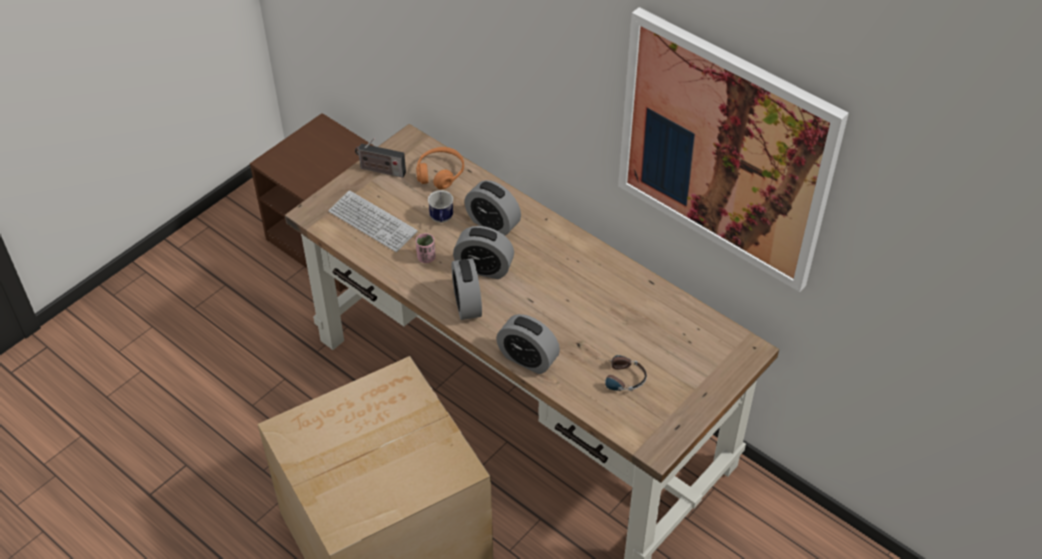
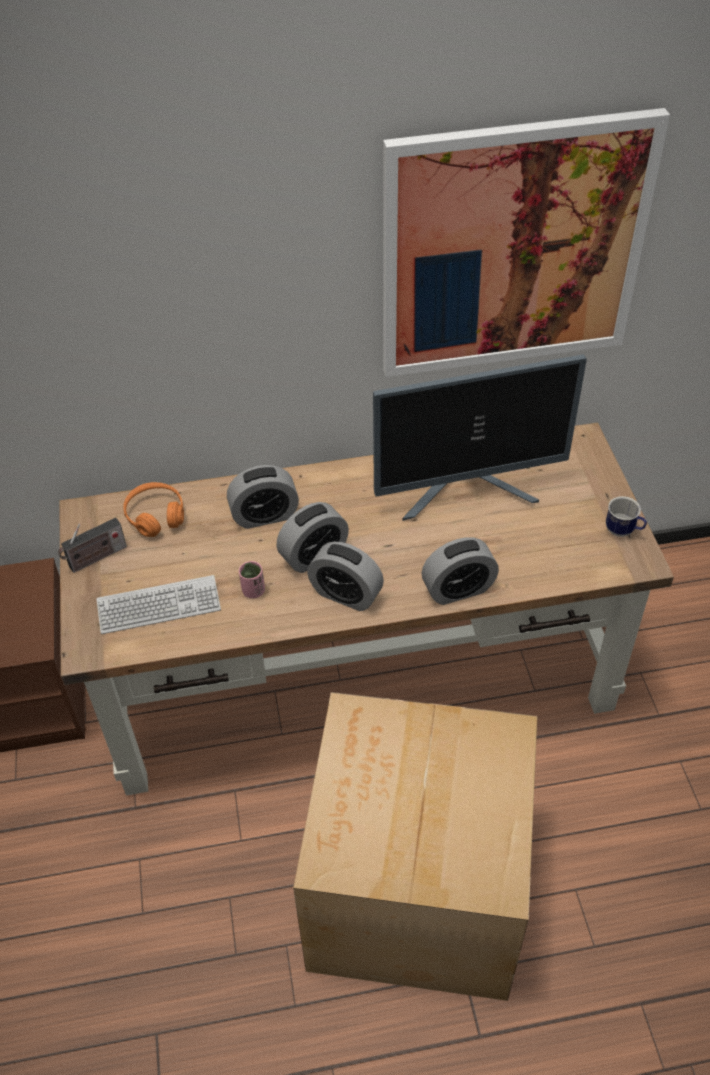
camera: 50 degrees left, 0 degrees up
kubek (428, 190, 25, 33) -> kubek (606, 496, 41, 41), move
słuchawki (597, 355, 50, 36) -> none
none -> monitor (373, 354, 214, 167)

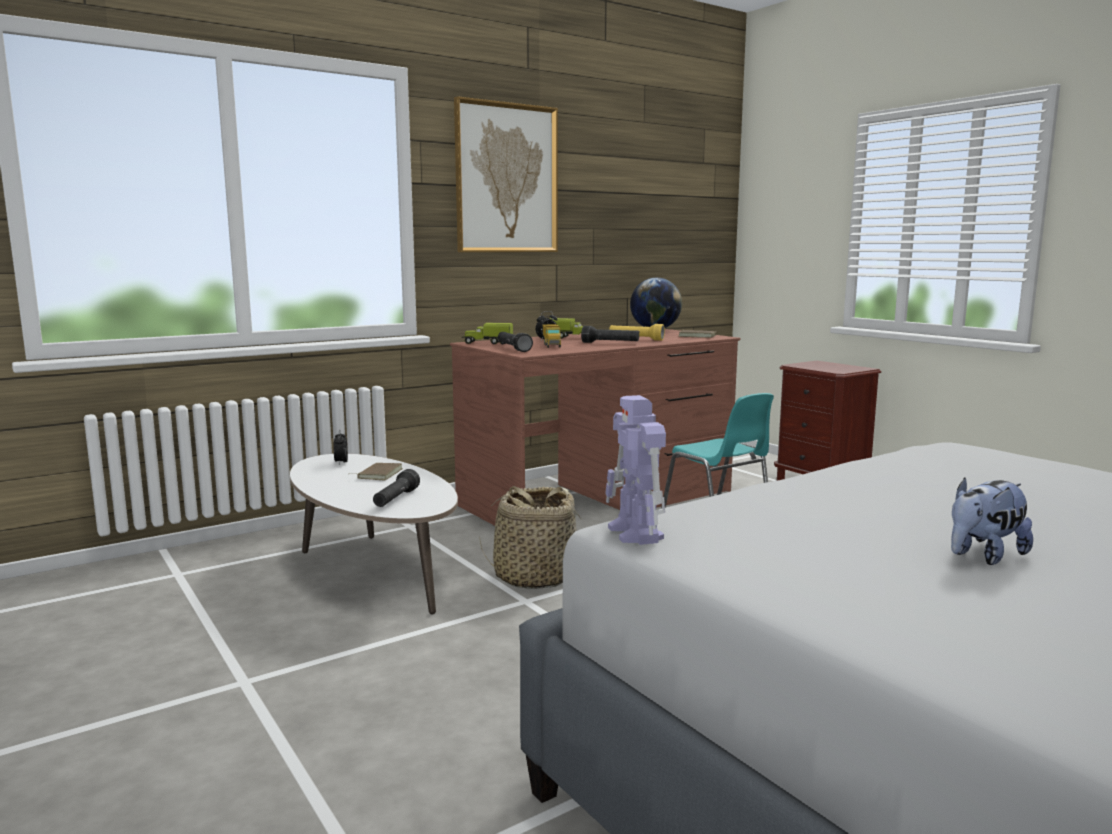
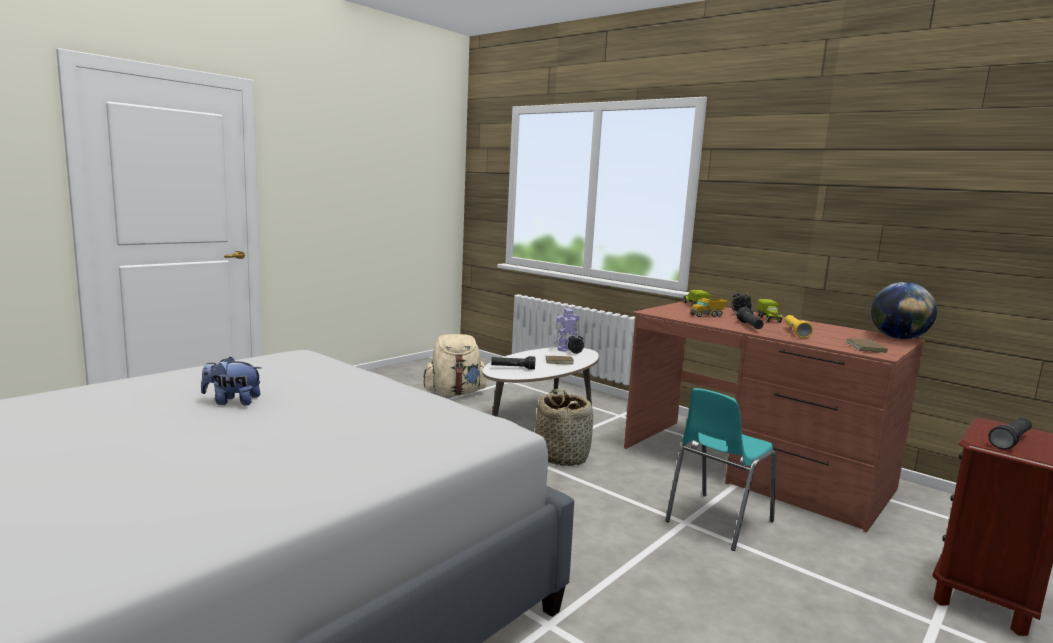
camera: 75 degrees right, 0 degrees up
obraz (454, 96, 104, 156) -> none
latarka [czarny] (498, 332, 35, 20) -> latarka [czarny] (988, 418, 44, 32), move
robot zabawkowy (605, 395, 61, 150) -> robot zabawkowy (552, 308, 27, 44), move
pluszak (951, 477, 82, 88) -> pluszak (201, 356, 60, 50), 45 degrees counterclockwise
none -> plecak [beżowy] (423, 334, 64, 62)

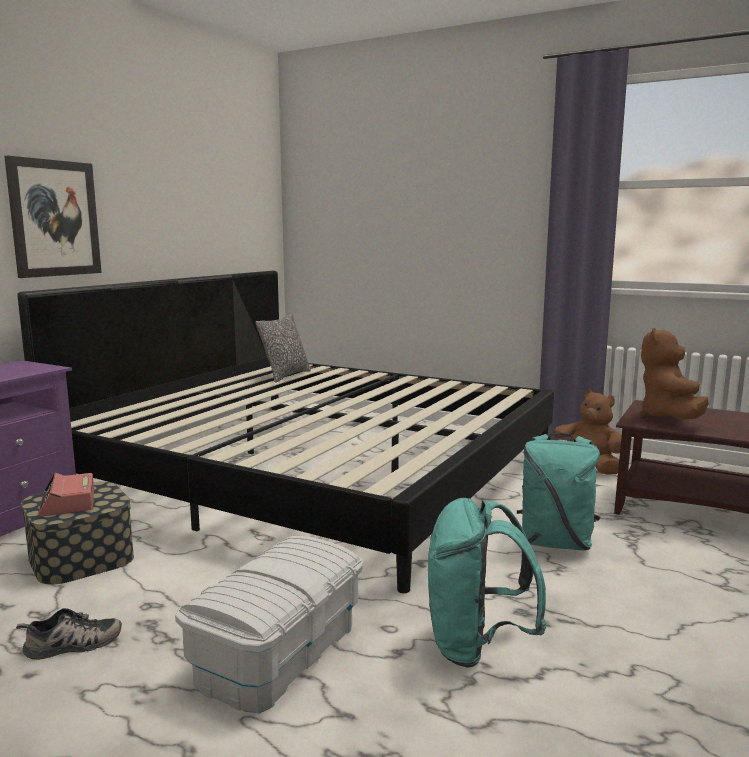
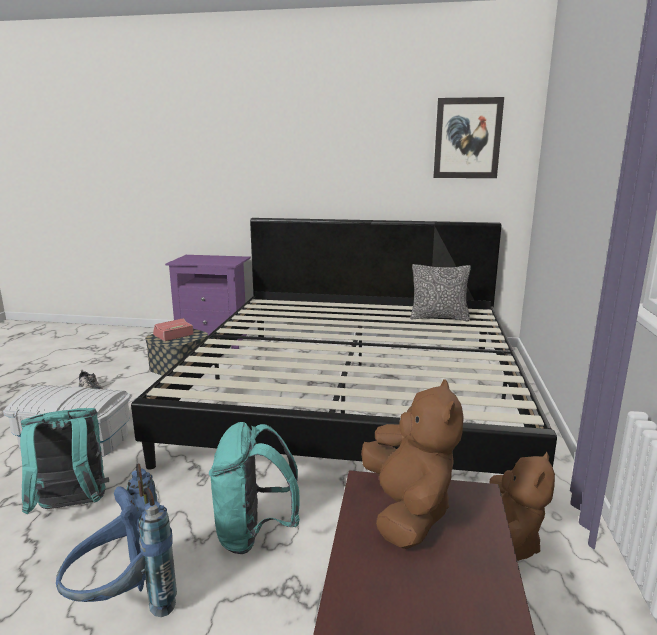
camera: 70 degrees right, 5 degrees up
obraz (4, 156, 98, 122) -> obraz (433, 97, 71, 81), move
pluszak [brązowy] (640, 328, 69, 91) -> pluszak [brązowy] (361, 379, 103, 170), 90 degrees clockwise
none -> plecak [niebieski] (56, 464, 121, 153)

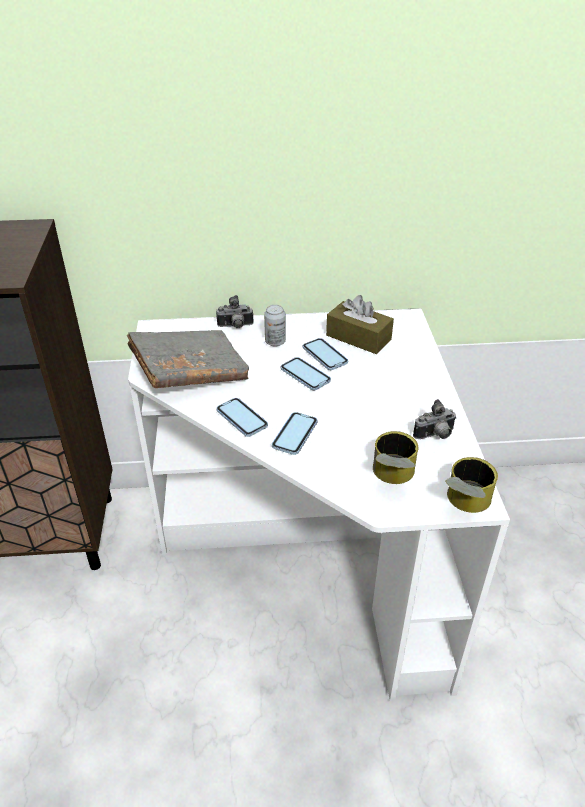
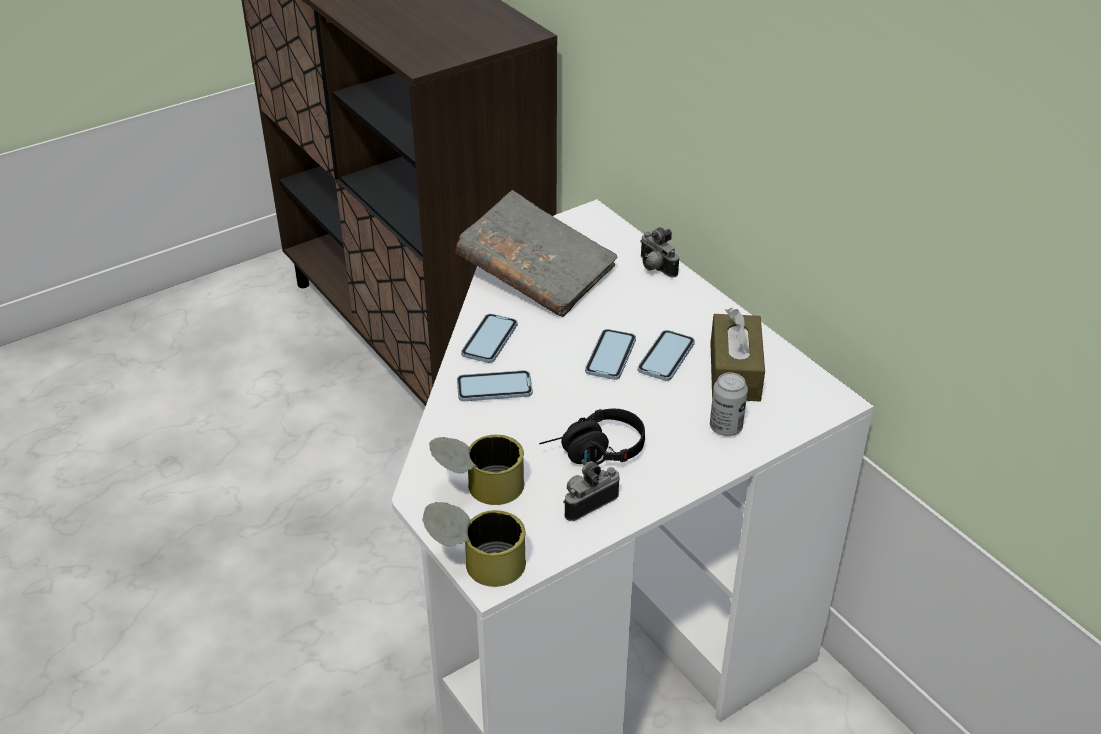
camera: 60 degrees right, 0 degrees up
puszka (264, 305, 22, 41) -> puszka (710, 372, 38, 64), move
aparat fotograficzny (413, 399, 44, 40) -> aparat fotograficzny (563, 459, 56, 62), 105 degrees clockwise
none -> słuchawki [czarny] (539, 408, 106, 57)

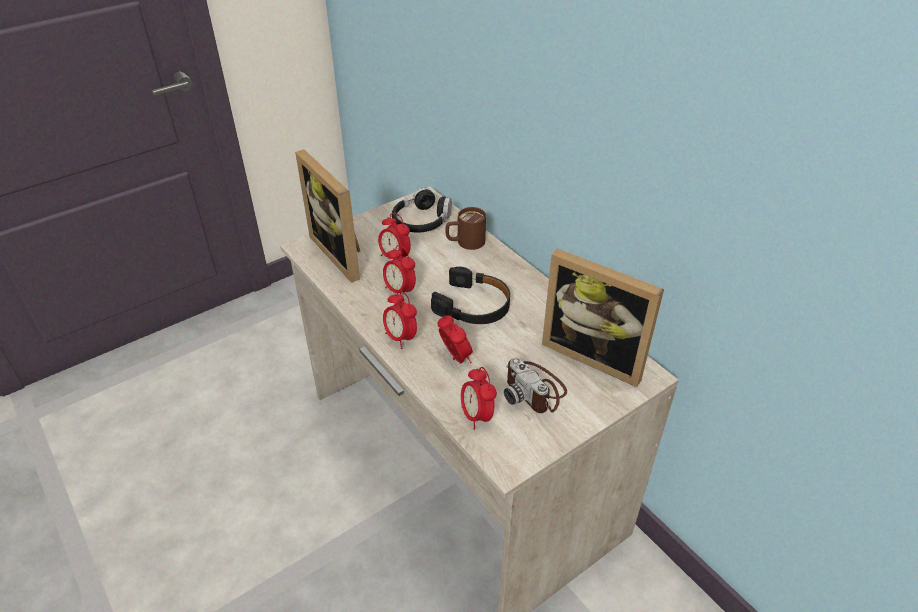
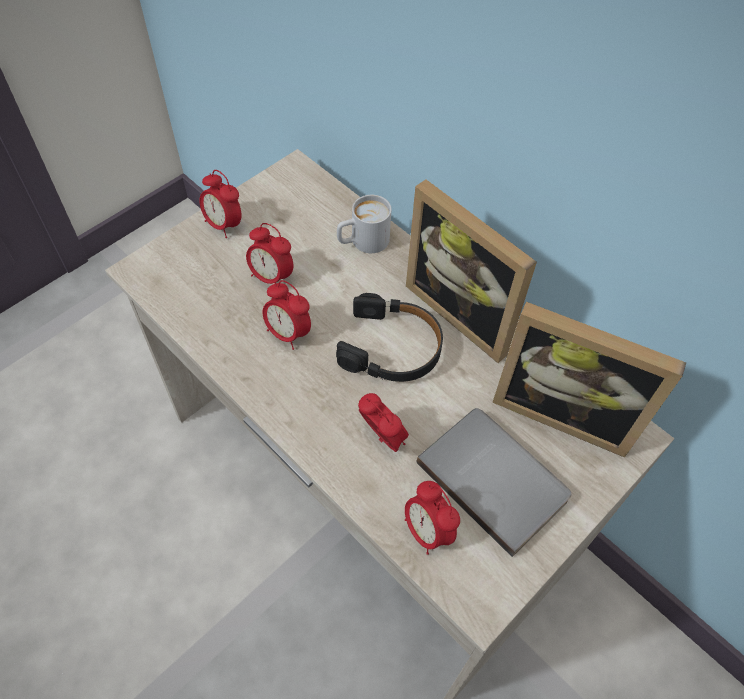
camera: 10 degrees left, 15 degrees up
ramka na zdjęcie (295, 149, 65, 134) -> ramka na zdjęcie (406, 179, 131, 184), move
słuchawki [czarny] (392, 187, 60, 46) -> none
kubek [brązowy] (445, 207, 41, 43) -> kubek [biały] (337, 195, 54, 58)
budzik (383, 290, 34, 59) -> budzik (199, 170, 42, 68), move
aparat fotograficzny (504, 358, 63, 55) -> książka [szary] (417, 408, 154, 149)

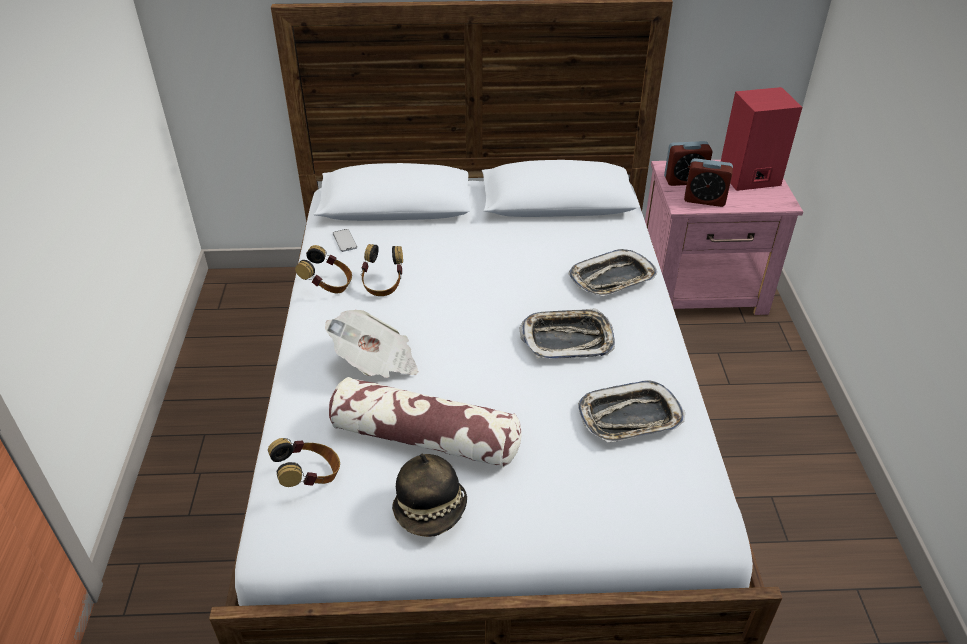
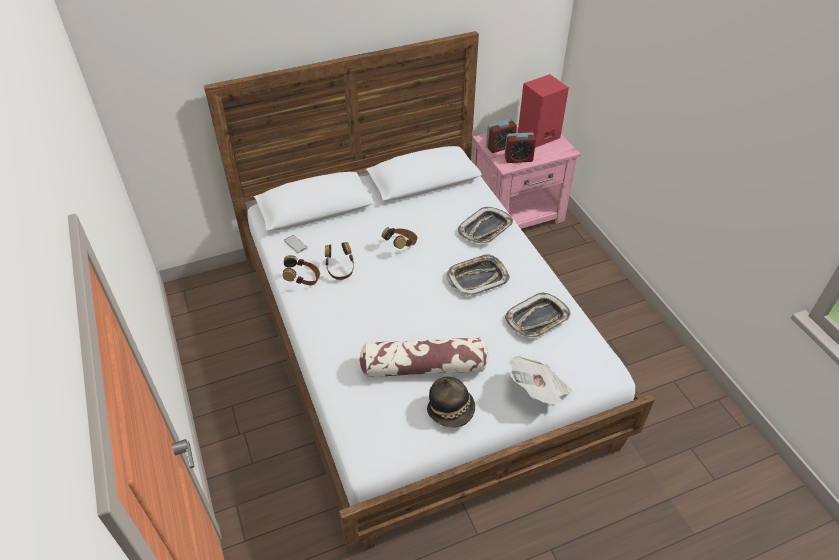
camera: 20 degrees left, 5 degrees up
gazeta (325, 310, 94, 68) -> gazeta (509, 356, 63, 50), move
słuchawki (268, 438, 72, 49) -> słuchawki (382, 227, 36, 22), move

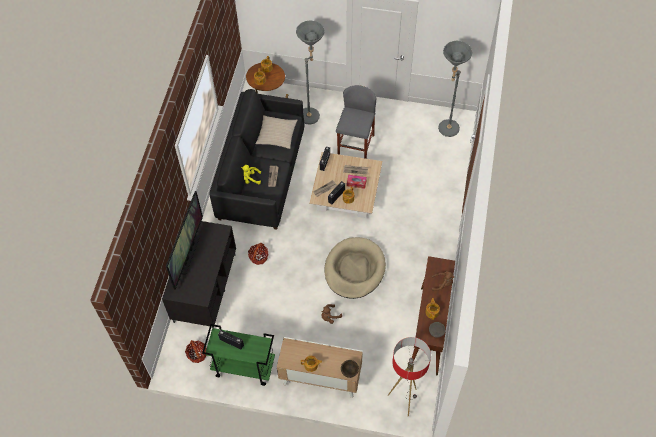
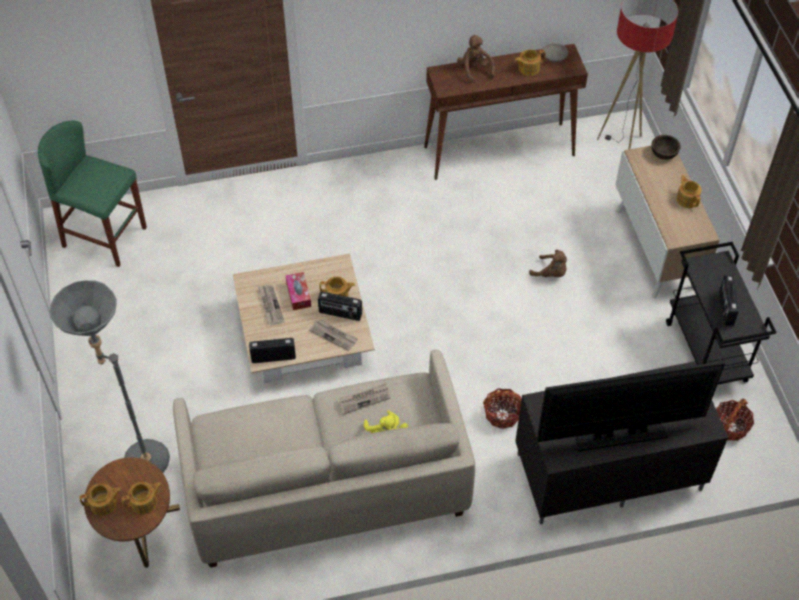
camera: 115 degrees left, 5 degrees down
lampa stojąca [szary] (438, 41, 34, 96) -> stołek [zielony] (38, 121, 109, 146)
stołek [szary] (336, 85, 40, 74) -> none
kanapa [czarny] (210, 89, 94, 141) -> kanapa [beżowy] (173, 350, 302, 218)
poduszka [beżowy] (256, 115, 42, 34) -> none
legowisko [beżowy] (324, 237, 62, 62) -> none
wózek [zielony] (202, 324, 73, 62) -> wózek [czarny] (666, 242, 111, 143)

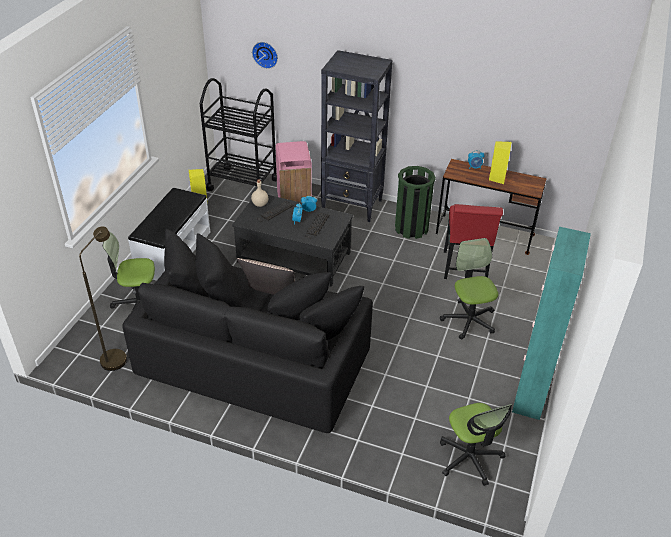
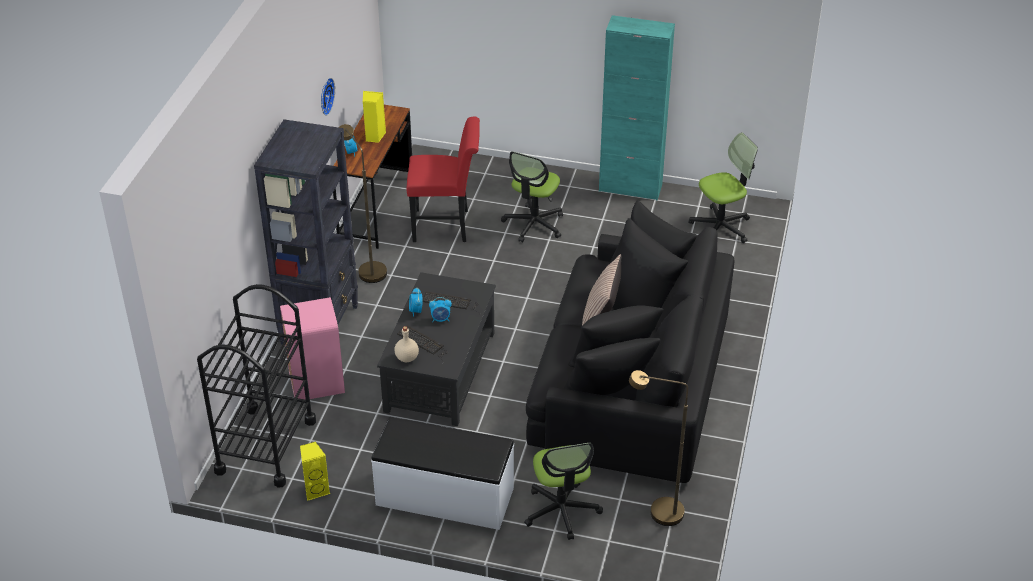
camera: 95 degrees left, 0 degrees up
zegar ścienny (252, 42, 26, 27) -> zegar ścienny (321, 78, 14, 38), move
kosz na śmieci [zielony] (395, 166, 41, 73) -> lampa stojąca [brązowy] (339, 124, 48, 159)
krzesło biurowe (440, 238, 58, 101) -> krzesło biurowe (501, 151, 62, 91), 45 degrees counterclockwise

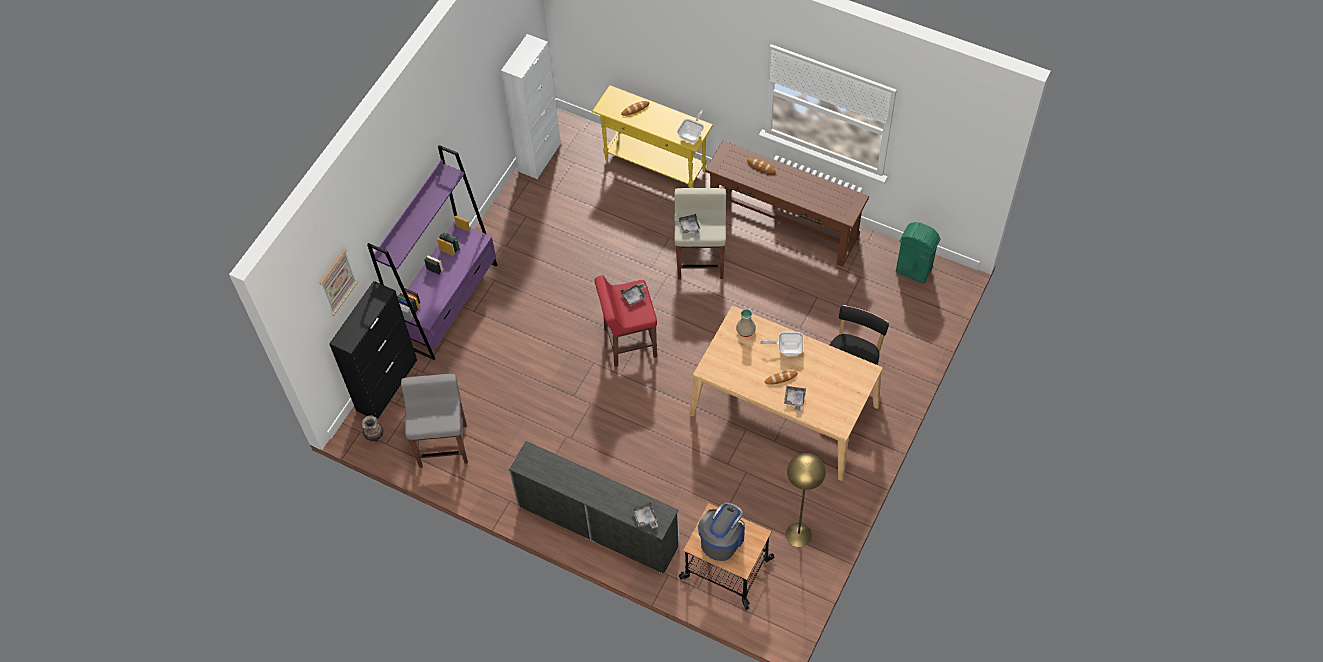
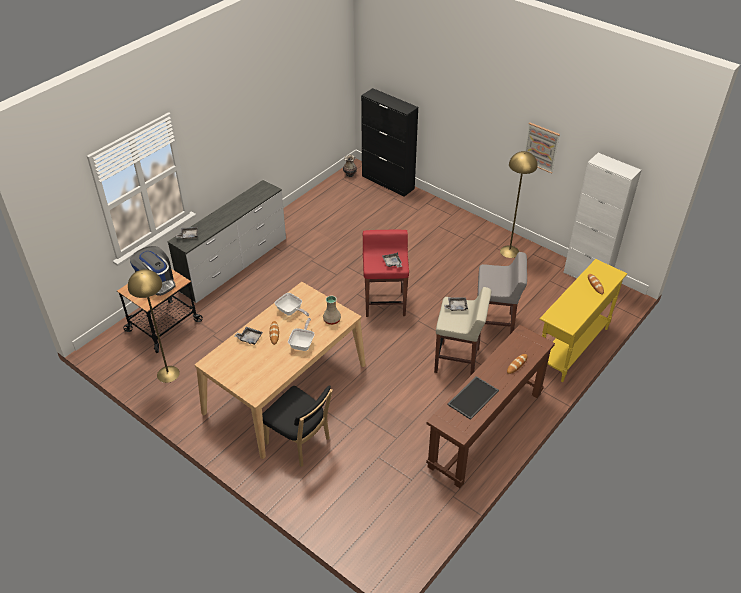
camera: 100 degrees right, 15 degrees down
patelnia (677, 110, 27, 33) -> patelnia (275, 293, 34, 23), move
regał [fioletowy] (367, 145, 130, 215) -> none
kosz na śmieci [zielony] (896, 222, 45, 62) -> none
obraz (319, 249, 39, 67) -> obraz (525, 122, 35, 52), move
stołek [szary] (401, 374, 67, 94) -> stołek [szary] (477, 252, 50, 82), move
none -> lampa stojąca [żółty] (500, 151, 38, 107)
none -> taca (447, 376, 52, 44)

